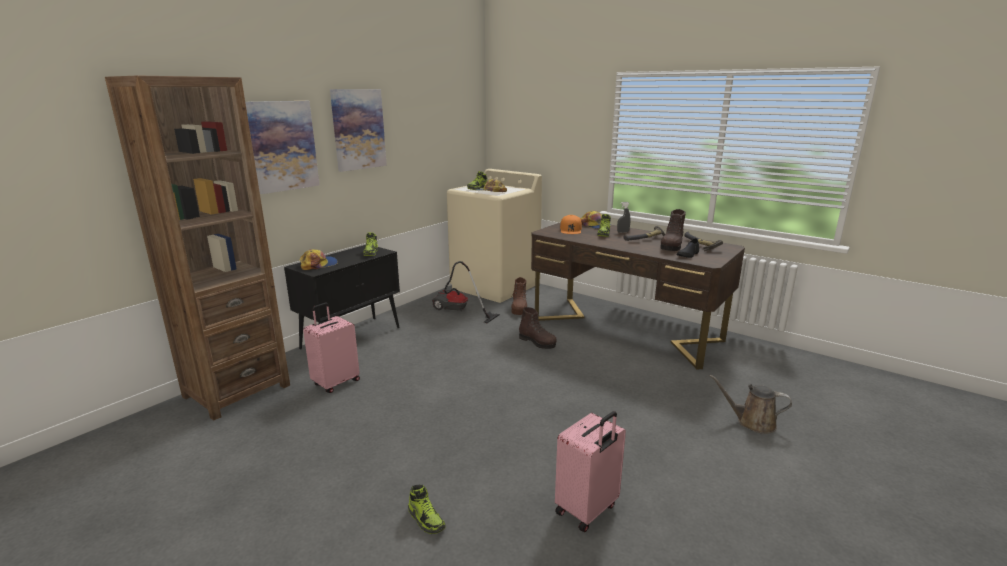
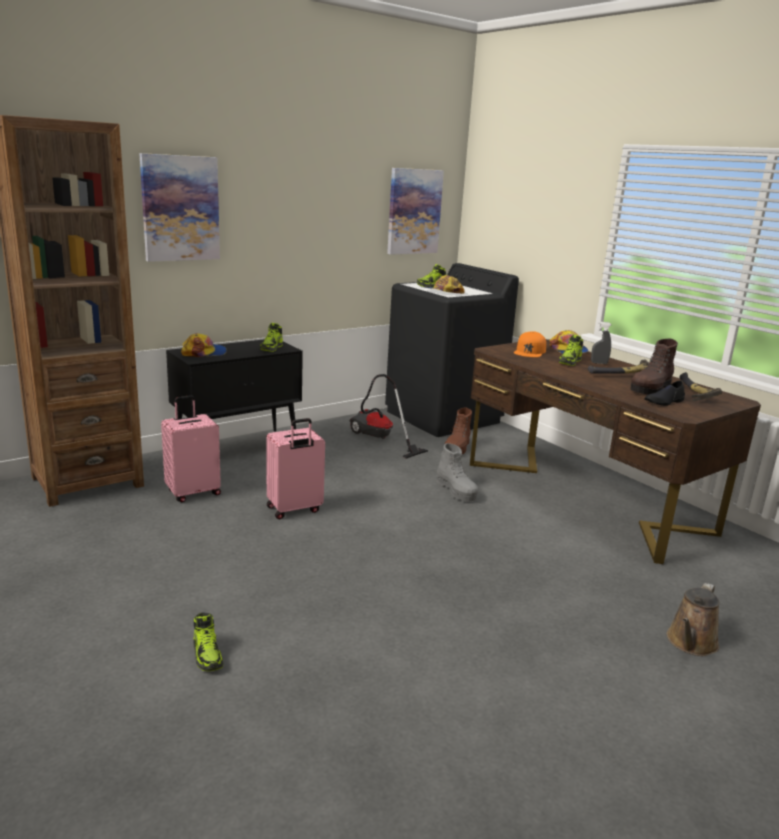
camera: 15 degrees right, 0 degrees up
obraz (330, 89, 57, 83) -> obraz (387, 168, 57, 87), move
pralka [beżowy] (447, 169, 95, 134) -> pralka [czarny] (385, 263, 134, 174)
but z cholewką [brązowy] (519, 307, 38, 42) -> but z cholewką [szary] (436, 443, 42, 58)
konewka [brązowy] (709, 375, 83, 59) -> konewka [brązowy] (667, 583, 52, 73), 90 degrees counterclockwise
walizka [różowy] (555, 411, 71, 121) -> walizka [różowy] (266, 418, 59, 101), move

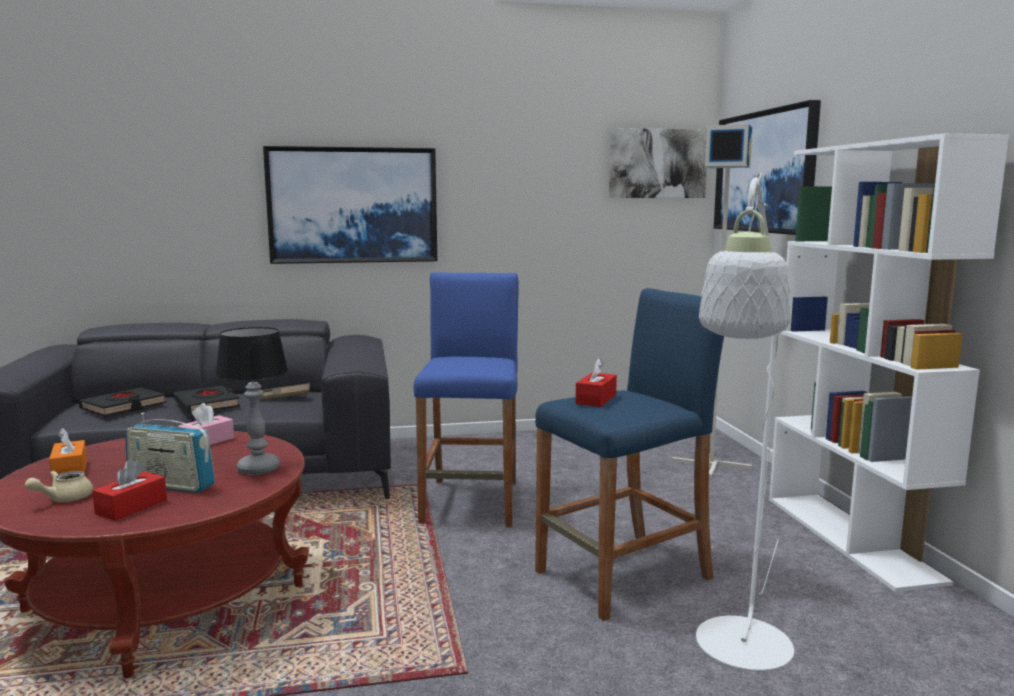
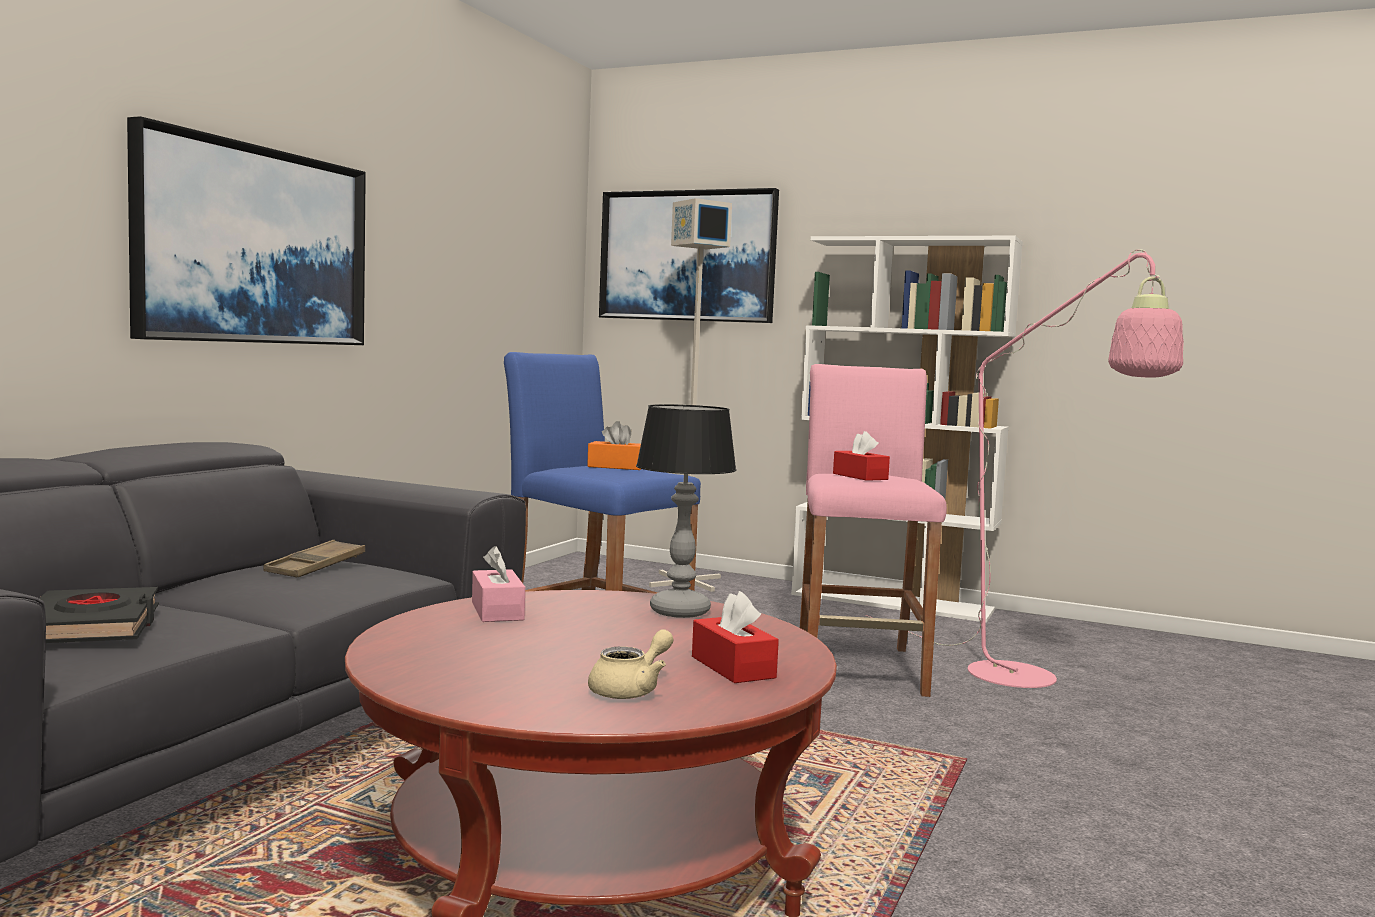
camera: 55 degrees left, 5 degrees down
obraz (609, 128, 98, 70) -> none
lampa stojąca [biały] (696, 172, 98, 499) -> lampa stojąca [różowy] (866, 249, 318, 439)
stołek [niebieski] (535, 288, 189, 333) -> stołek [różowy] (800, 364, 147, 333)
książka [czarny] (174, 386, 66, 28) -> none
radio (125, 413, 90, 80) -> none
pudełko chusteczek [pomarańczowy] (49, 428, 38, 53) -> pudełko chusteczek [pomarańczowy] (587, 421, 54, 49), move
imbryk [beżowy] (25, 471, 68, 31) -> imbryk [beżowy] (588, 629, 85, 70), 120 degrees counterclockwise

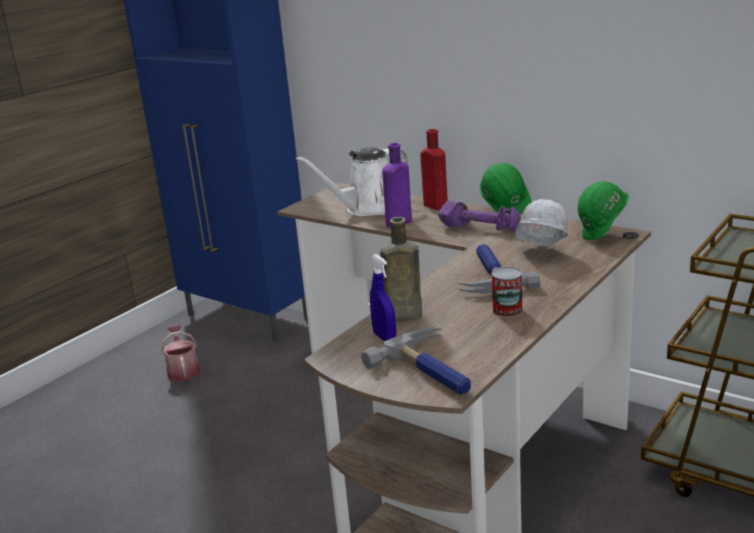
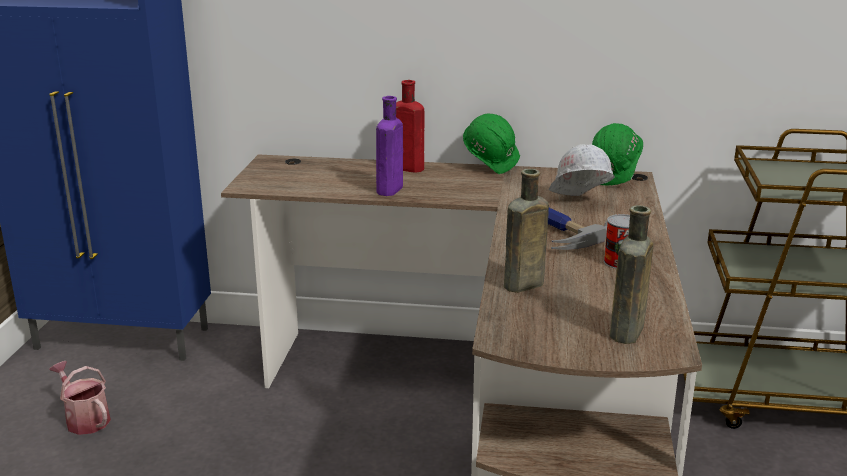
camera: 30 degrees left, 0 degrees up
konewka [biały] (296, 147, 111, 69) -> none
hantel [fioletowy] (439, 200, 82, 32) -> none
spryskiwacz [niebieski] (370, 254, 26, 87) -> none
młotek (361, 328, 110, 67) -> butelka [brązowy] (610, 205, 43, 139)

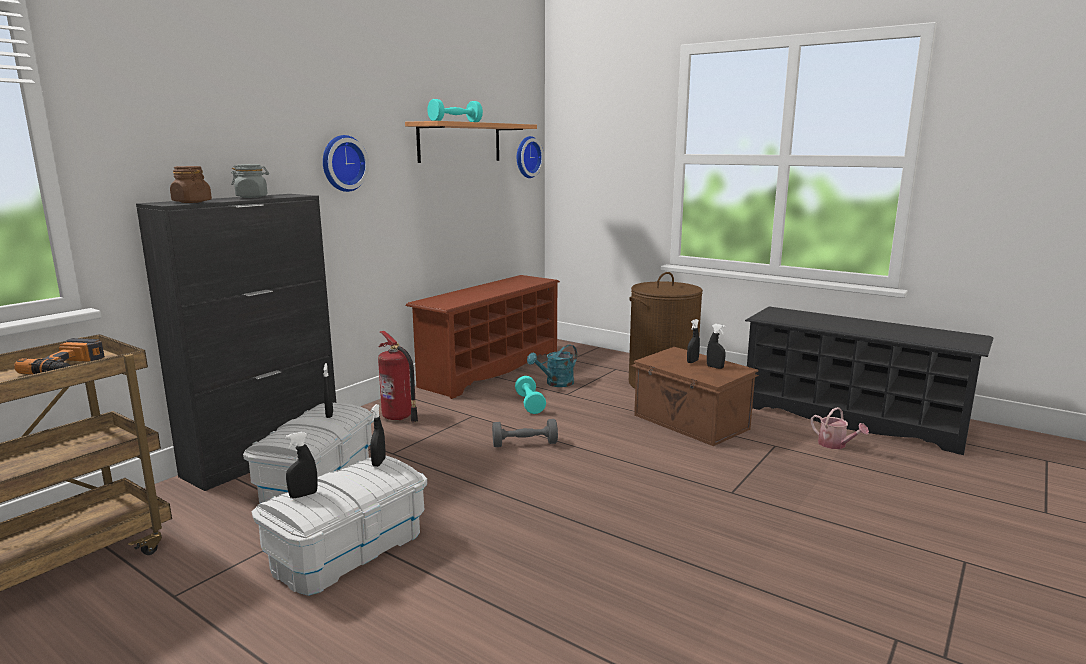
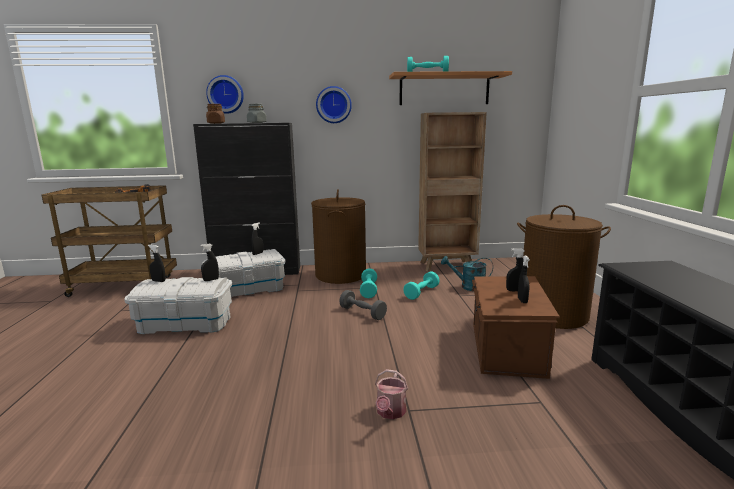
camera: 50 degrees right, 0 degrees up
zegar ścienny (517, 136, 27, 42) -> zegar ścienny (206, 75, 38, 39), move
regał na buty [brązowy] (406, 275, 154, 124) -> regał [brązowy] (418, 112, 69, 159)
gaśnica (378, 331, 40, 92) -> kosz na pranie [brązowy] (311, 189, 55, 95)
konewka (811, 407, 58, 42) -> konewka (375, 369, 33, 50), move
none -> hantel [turkusowy] (360, 268, 17, 30)

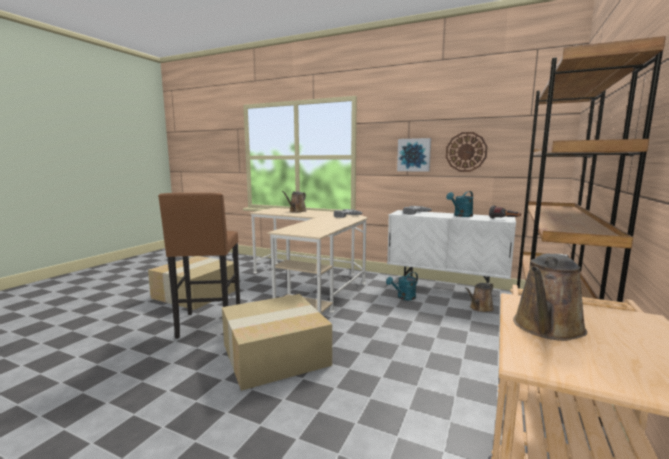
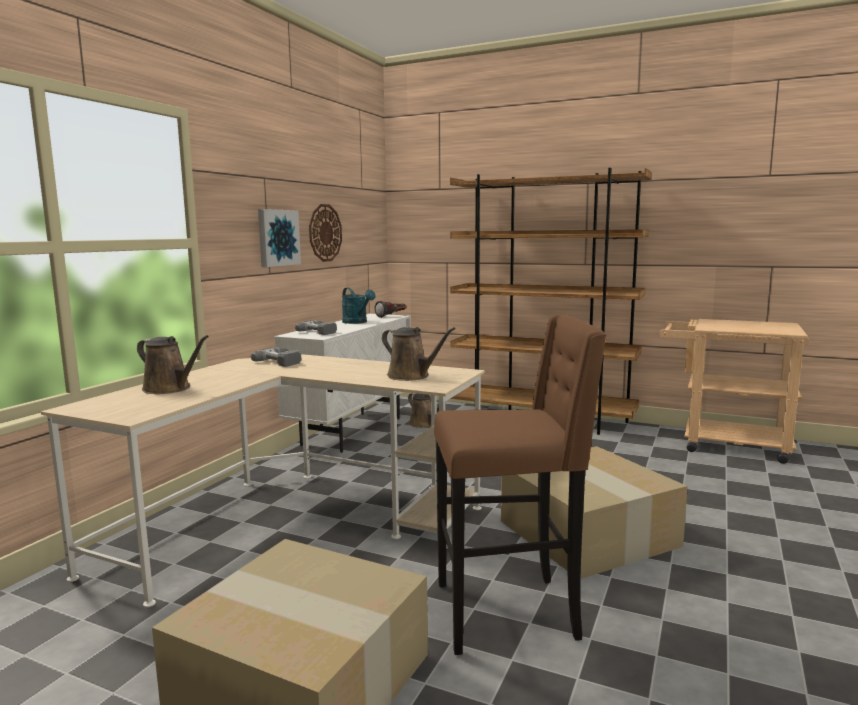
camera: 90 degrees left, 0 degrees up
konewka [brązowy] (513, 254, 74, 87) -> konewka [brązowy] (382, 327, 74, 54), move
konewka [turkusowy] (386, 272, 32, 28) -> none

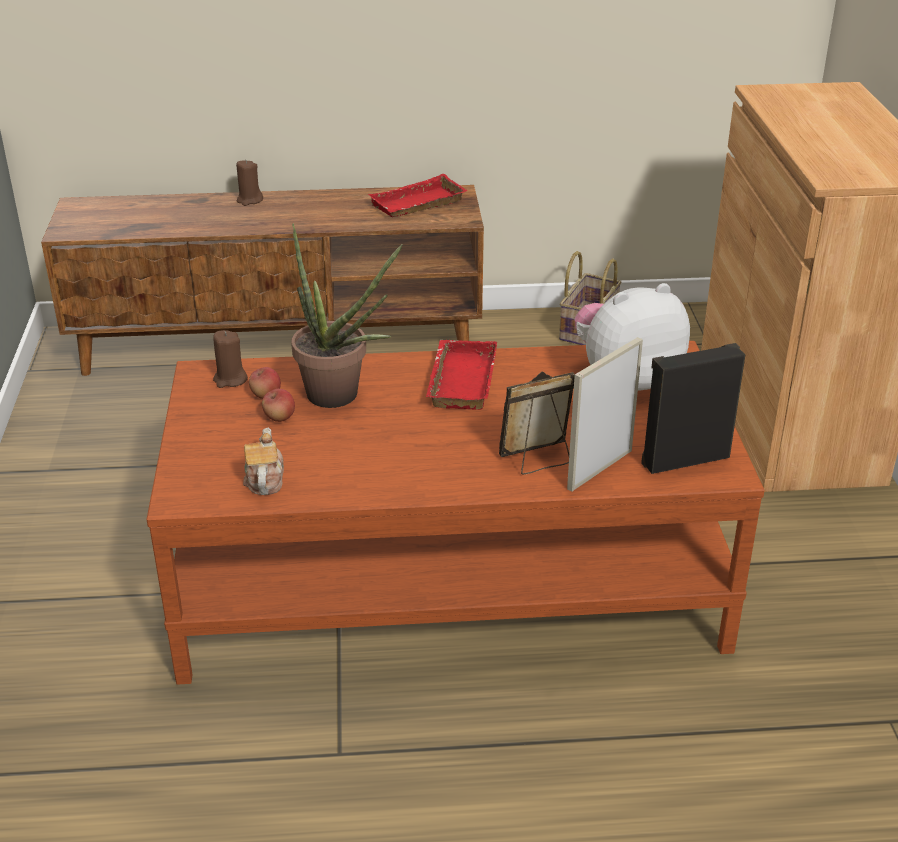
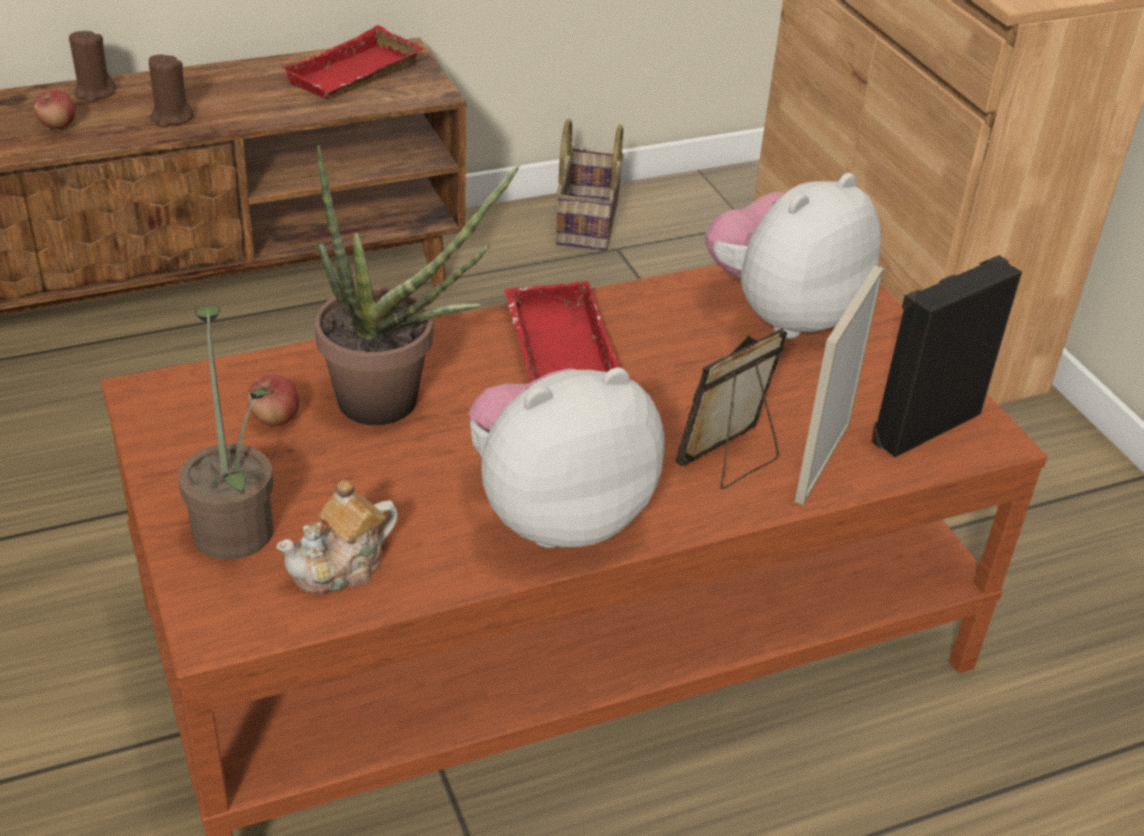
camera: 20 degrees left, 5 degrees up
świeca [brązowy] (213, 330, 35, 58) -> świeca [brązowy] (149, 54, 44, 73), move
jabłko (262, 389, 33, 33) -> jabłko (34, 89, 41, 40), move
imbryk (243, 427, 41, 68) -> imbryk (276, 479, 122, 115), 105 degrees counterclockwise
none -> roślina doniczkowa (178, 306, 96, 254)
none -> pluszak (469, 367, 196, 181)

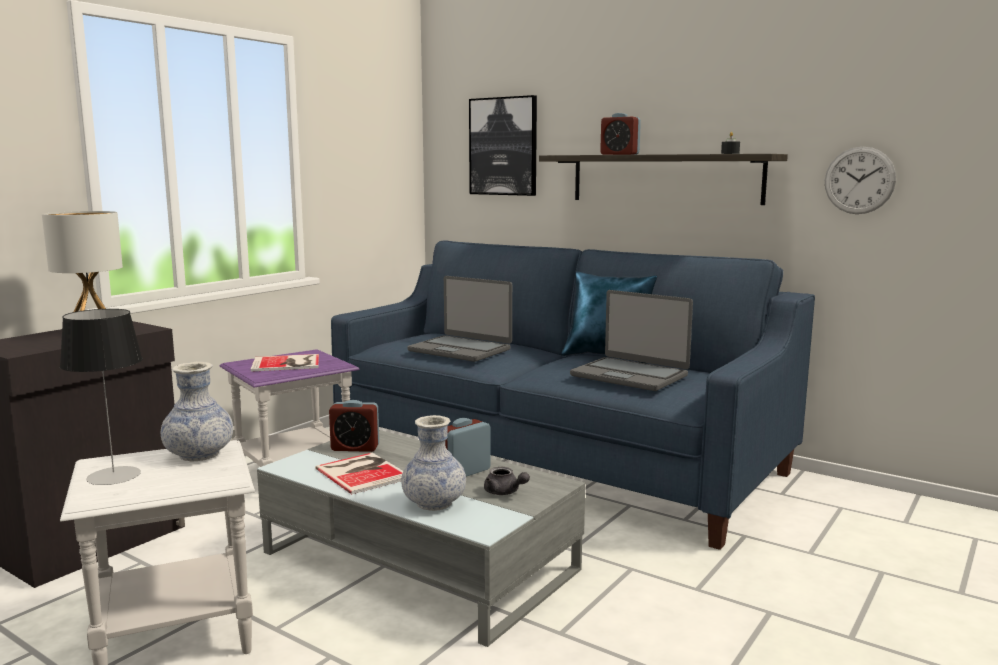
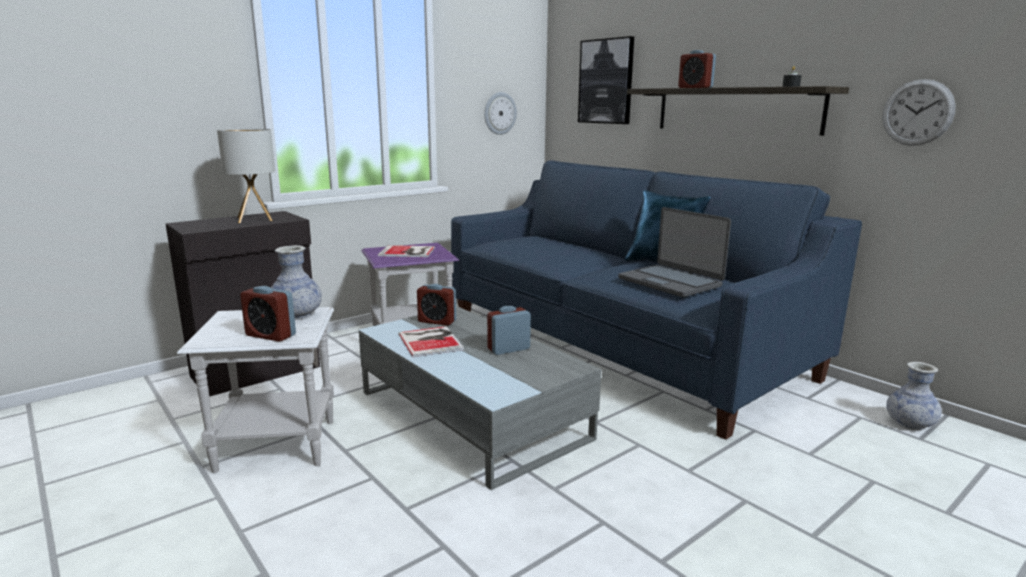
camera: 15 degrees right, 5 degrees up
laptop (408, 276, 104, 86) -> none
lampa stołowa (60, 309, 83, 176) -> none
wazon (401, 415, 65, 96) -> wazon (886, 362, 56, 68), move
imbryk [szary] (484, 467, 46, 28) -> none
none -> zegar ścienny (484, 92, 33, 43)
none -> budzik (240, 286, 56, 56)

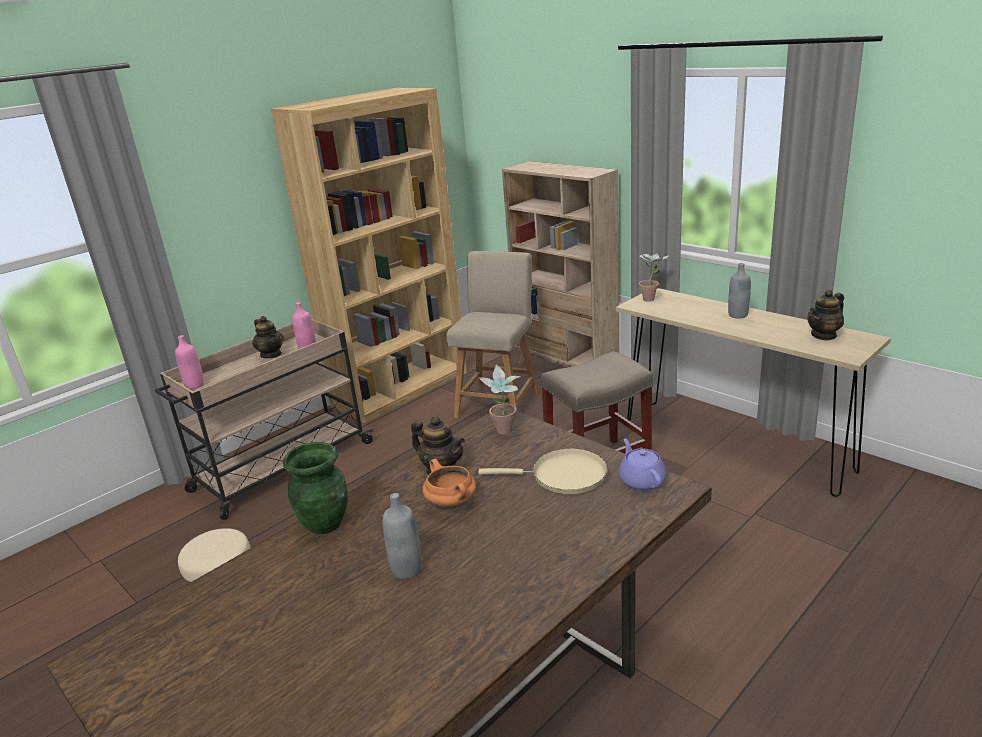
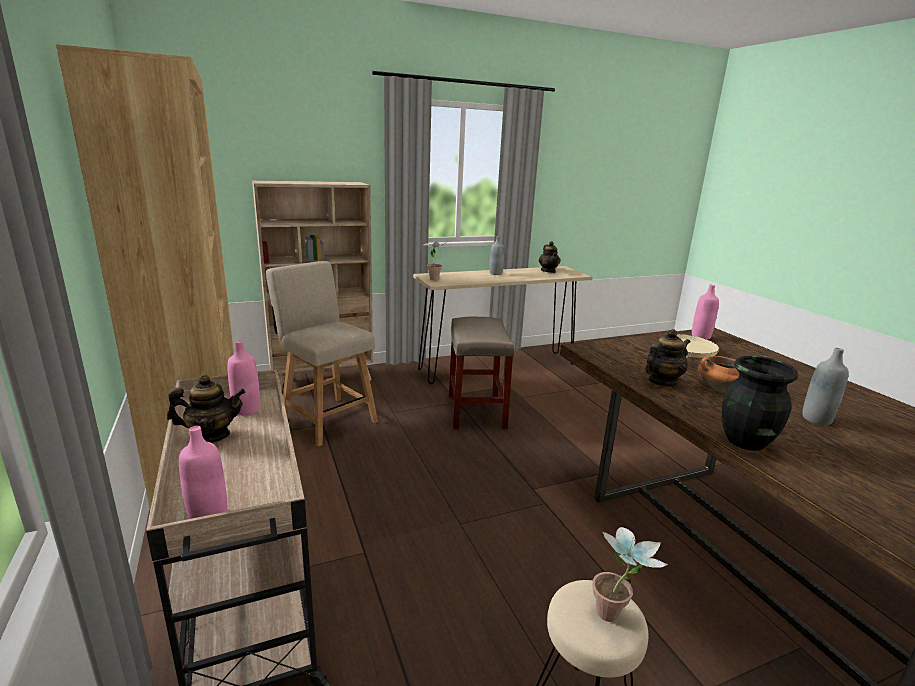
camera: 70 degrees left, 5 degrees down
roślina doniczkowa (478, 364, 43, 71) -> roślina doniczkowa (592, 527, 76, 95), move
imbryk [fioletowy] (619, 439, 47, 52) -> butelka [różowy] (692, 285, 27, 54)
wazon [zielony] (283, 442, 65, 92) -> wazon [czarny] (722, 356, 76, 95)

